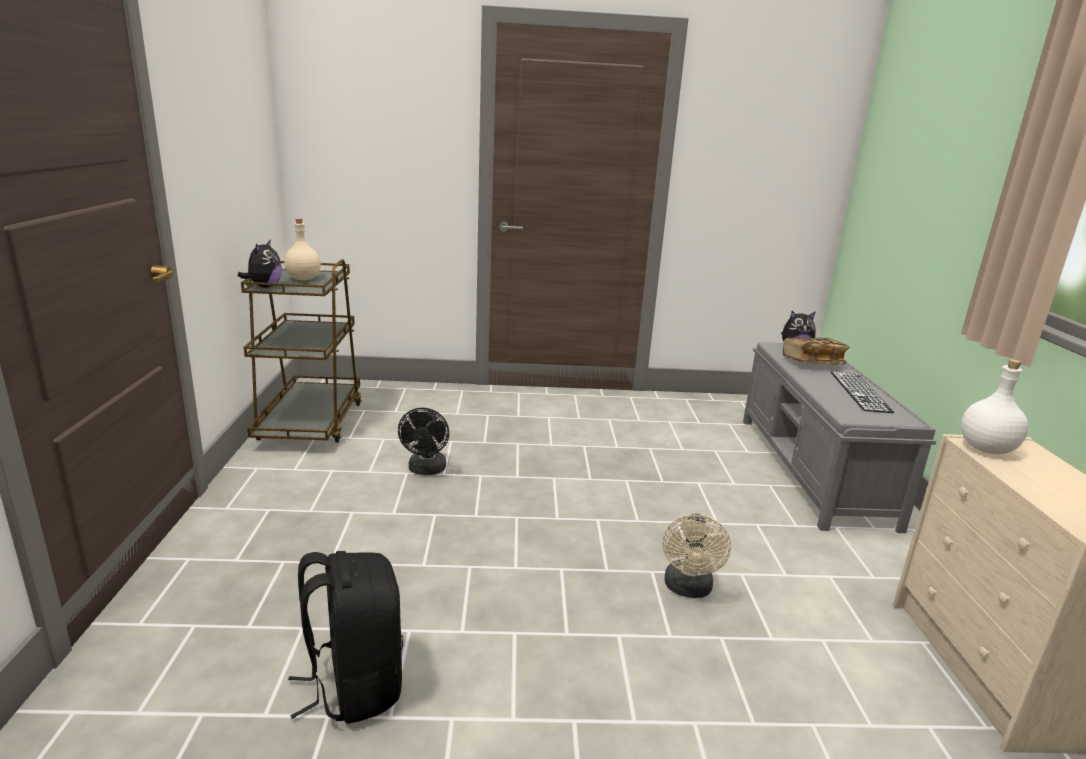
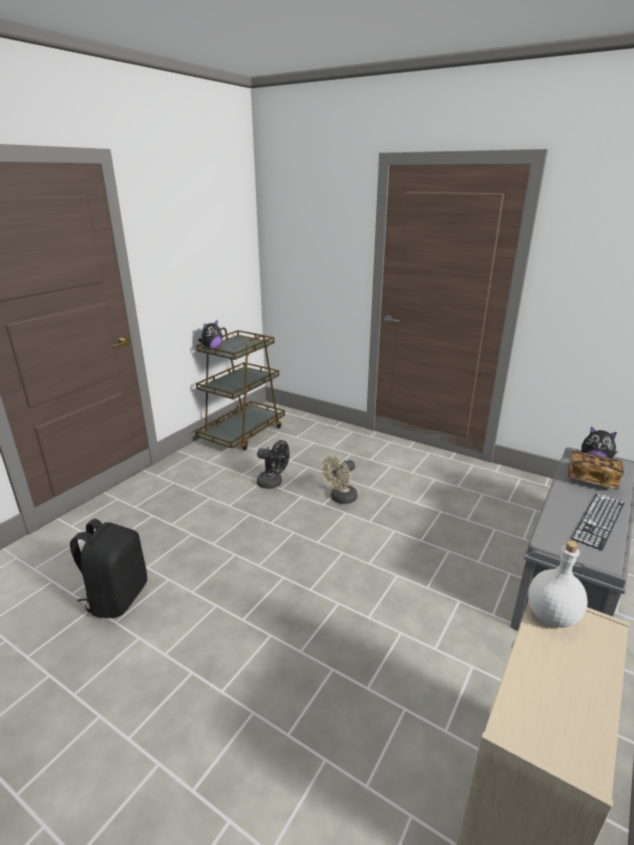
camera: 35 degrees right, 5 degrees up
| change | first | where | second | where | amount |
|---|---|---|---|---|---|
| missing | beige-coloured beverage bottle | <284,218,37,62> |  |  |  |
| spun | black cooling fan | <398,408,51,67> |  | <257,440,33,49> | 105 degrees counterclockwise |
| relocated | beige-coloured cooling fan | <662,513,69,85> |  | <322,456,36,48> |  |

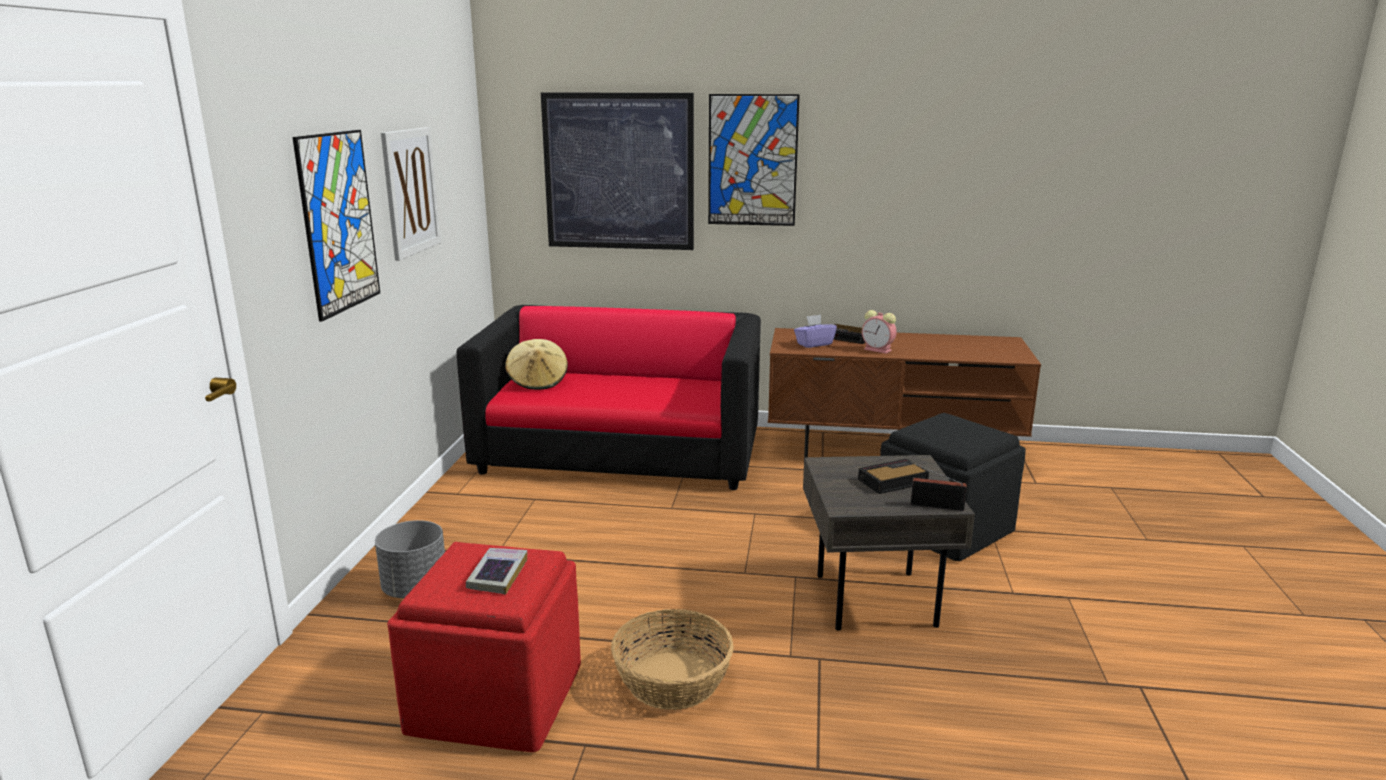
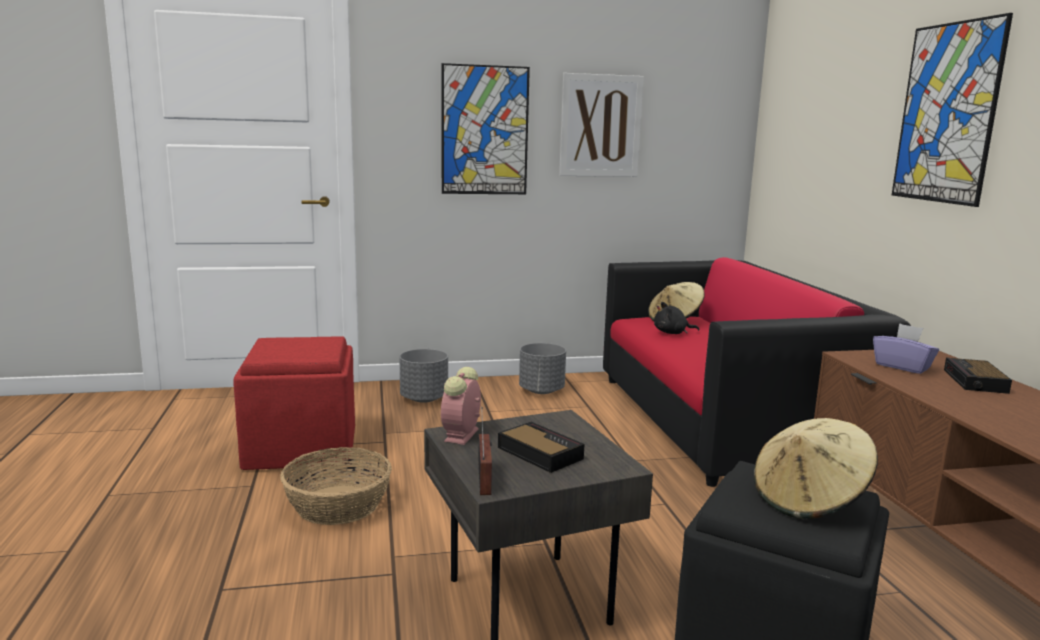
camera: 70 degrees right, 5 degrees down
| change | first | where | second | where | amount |
|---|---|---|---|---|---|
| missing | wall picture | <541,92,153,158> |  |  |  |
| relocated | bedside clock | <862,310,35,44> |  | <441,367,40,78> |  |
| missing | bound book | <466,548,61,46> |  |  |  |
| appeared |  |  | black plush toy | <654,302,45,32> |  |
| appeared |  |  | grey planter | <519,343,47,51> |  |
| appeared |  |  | beige-coloured hat | <754,418,124,101> |  |

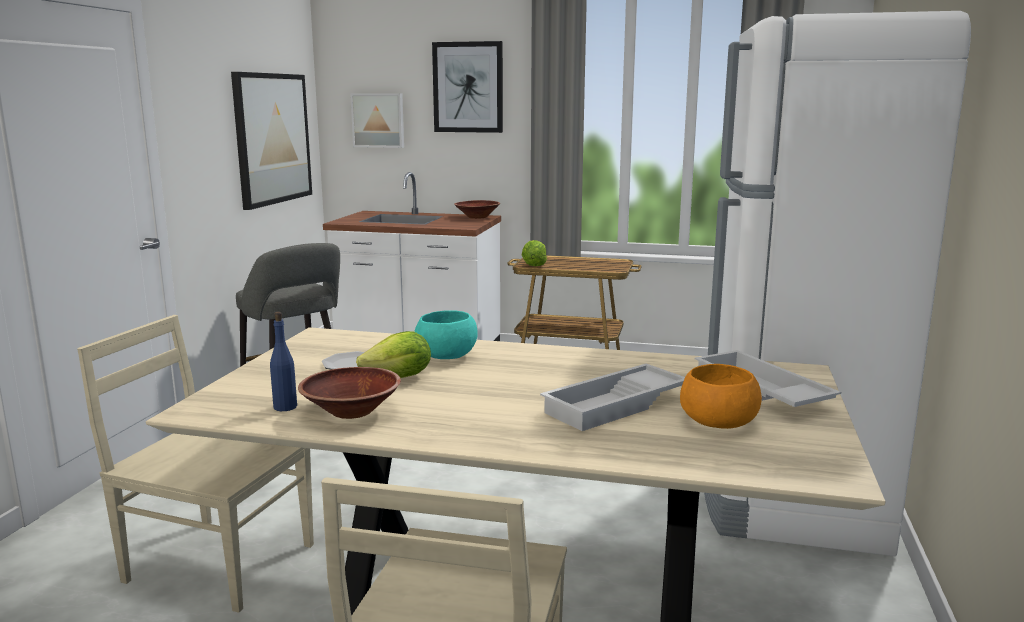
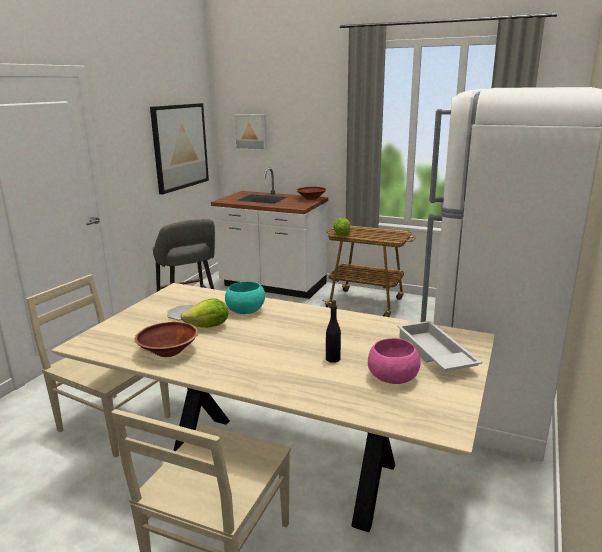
camera: 10 degrees right, 5 degrees up
| change | first | where | second | where | amount |
|---|---|---|---|---|---|
| missing | wall picture | <432,41,71,92> |  |  |  |
| missing | blue beverage bottle | <270,312,27,99> |  |  |  |
| exchanged | whitish serving tray | <540,364,145,67> | black beverage bottle | <326,300,15,63> |  |
| colour | orange serving bowl | <680,364,82,65> | pink-coloured serving bowl | <368,338,53,46> |  |

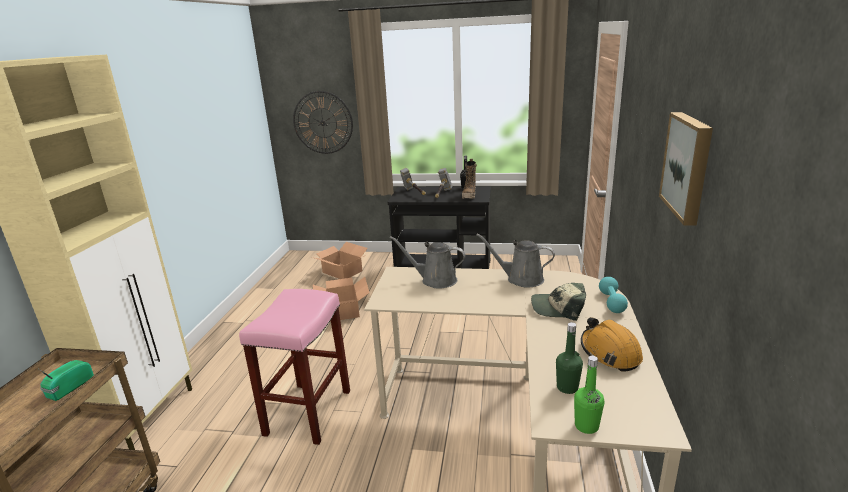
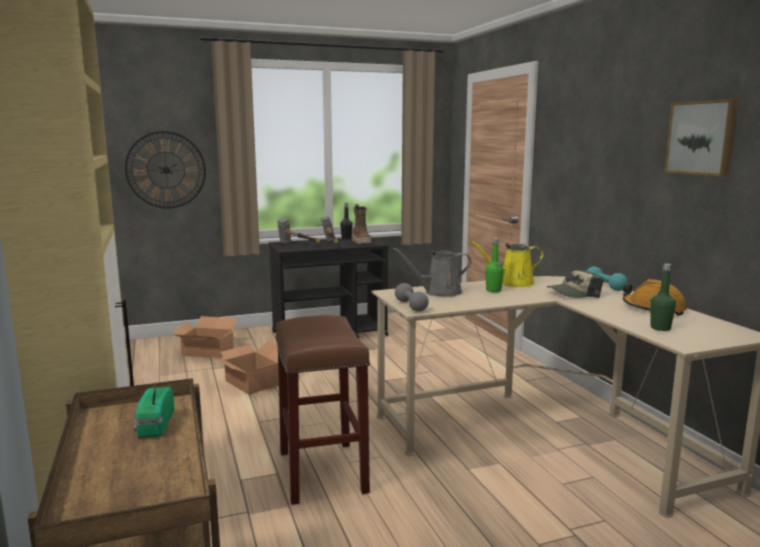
camera: 30 degrees left, 10 degrees down
| change | first | where | second | where | amount |
|---|---|---|---|---|---|
| colour | grey watering can | <476,234,79,53> | yellow watering can | <471,241,73,46> |  |
| colour | pink-coloured sitting stool | <239,289,111,156> | brown-coloured sitting stool | <275,315,95,190> |  |
| relocated | green beverage bottle | <574,356,30,78> |  | <485,238,19,54> |  |
| appeared |  |  | grey free weight | <395,283,34,29> |  |

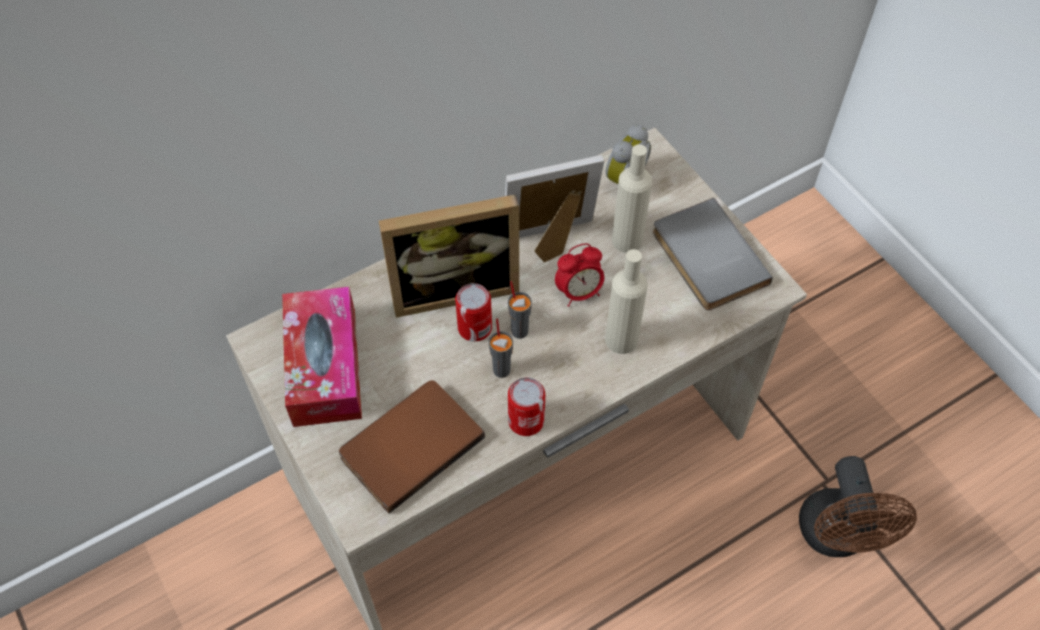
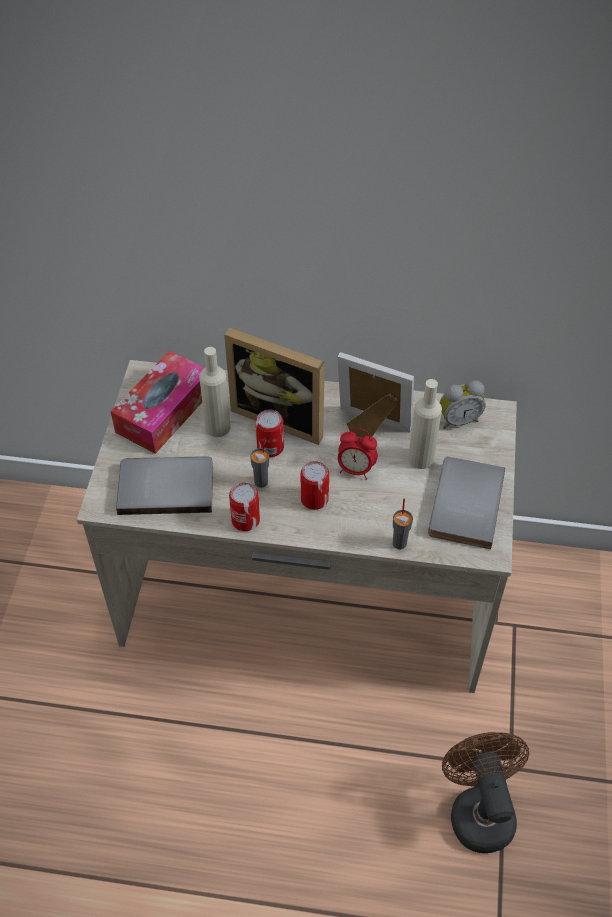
camera: 40 degrees right, 5 degrees down
| change | first | where | second | where | amount |
|---|---|---|---|---|---|
| relocated | beige-coloured beverage bottle | <605,249,43,105> |  | <199,347,32,90> |  |
| relocated | grey drinking cup | <508,281,24,58> |  | <393,499,20,50> |  |
| colour | brown-coloured bound book | <339,380,146,134> | grey bound book | <116,456,97,59> |  |
| spun | brown-coloured cooling fan | <799,456,118,101> |  | <442,732,87,121> | 135 degrees clockwise |
| appeared |  |  | can | <301,461,28,49> |  |

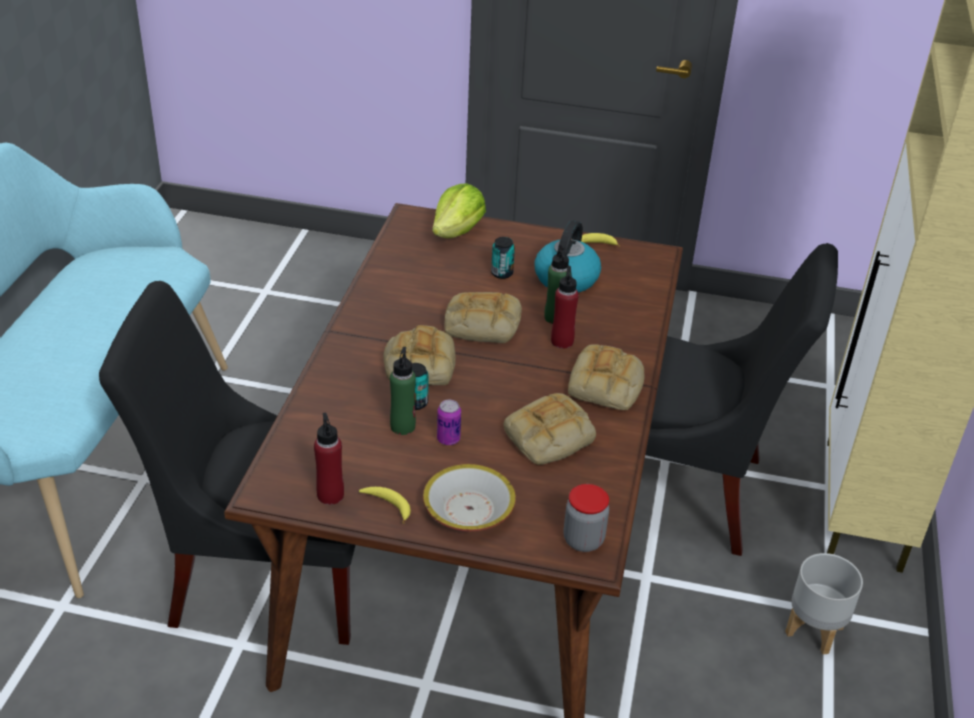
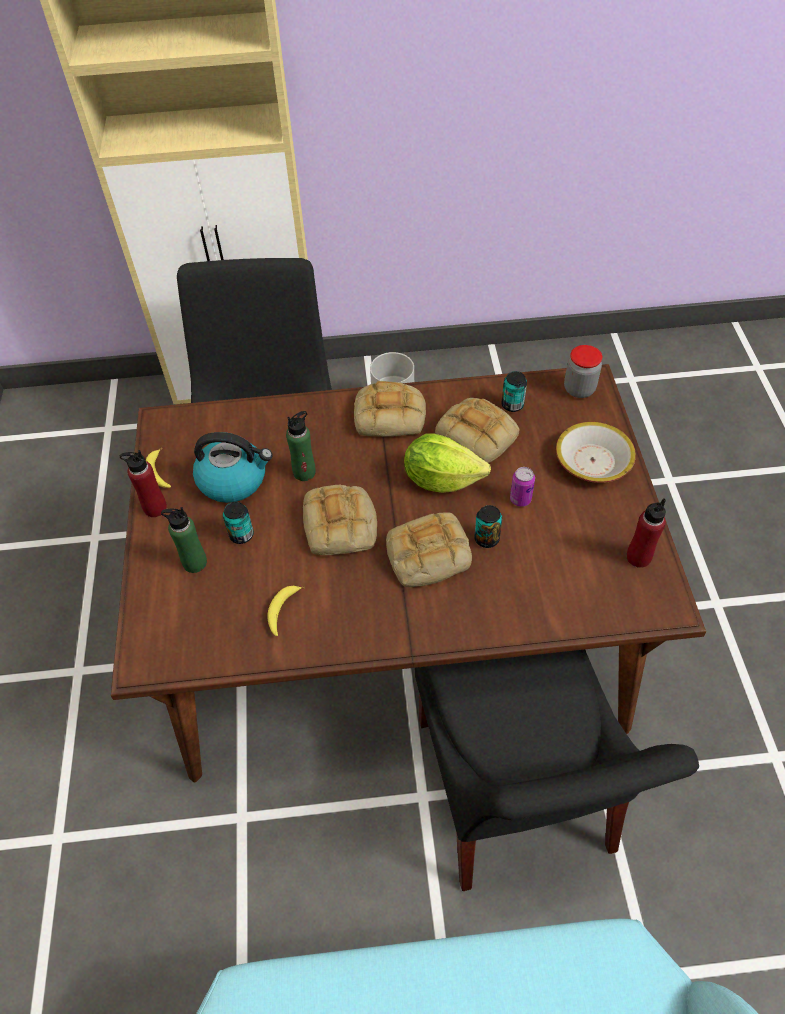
camera: 105 degrees left, 15 degrees up
| change | first | where | second | where | amount |
|---|---|---|---|---|---|
| relocated | lettuce | <432,183,54,55> |  | <404,434,87,59> |  |
| relocated | red beverage bottle | <551,266,28,82> |  | <120,450,47,67> |  |
| relocated | green beverage bottle | <390,347,26,88> |  | <161,507,46,66> |  |
| relocated | banana fruit | <359,487,52,37> |  | <267,586,37,50> |  |
| appeared |  |  | can | <502,371,25,41> |  |

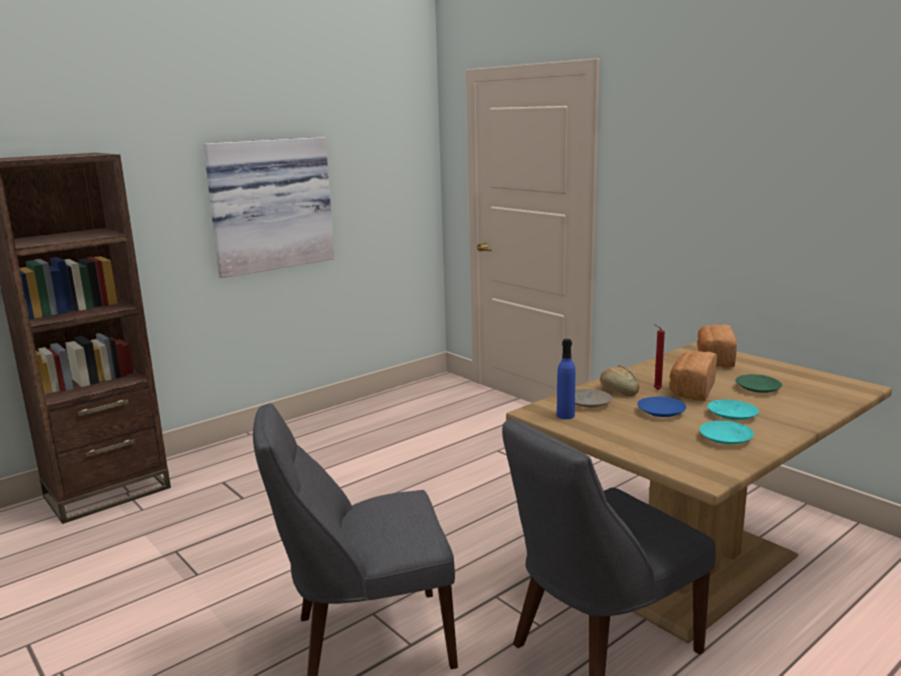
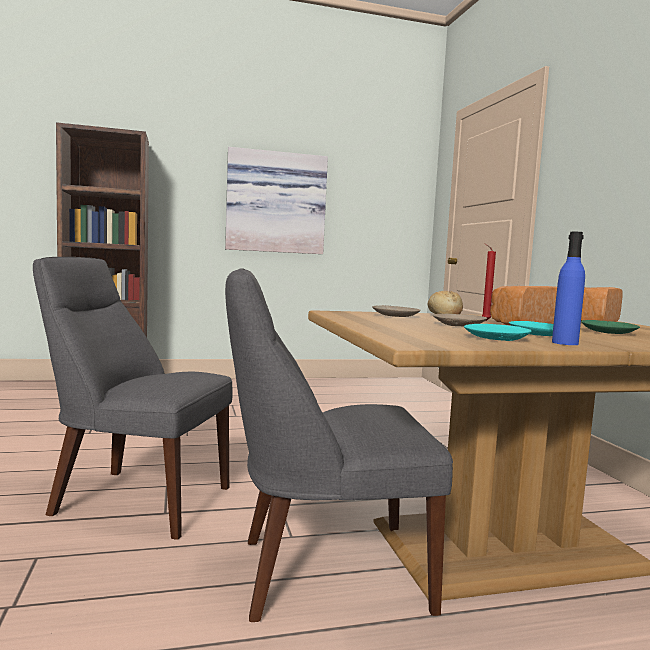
camera: 25 degrees right, 10 degrees down
| change | first | where | second | where | amount |
|---|---|---|---|---|---|
| relocated | blue beverage bottle | <557,339,18,80> |  | <552,232,33,113> |  |
| colour | blue dinner plate | <637,397,49,20> | beige-coloured dinner plate | <433,314,54,12> |  |

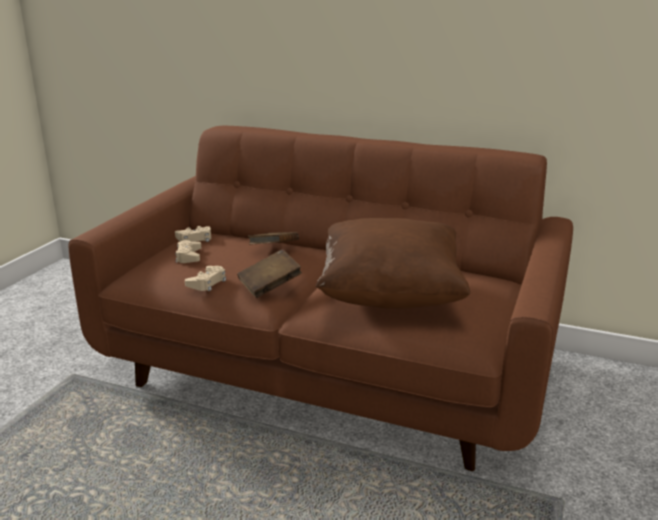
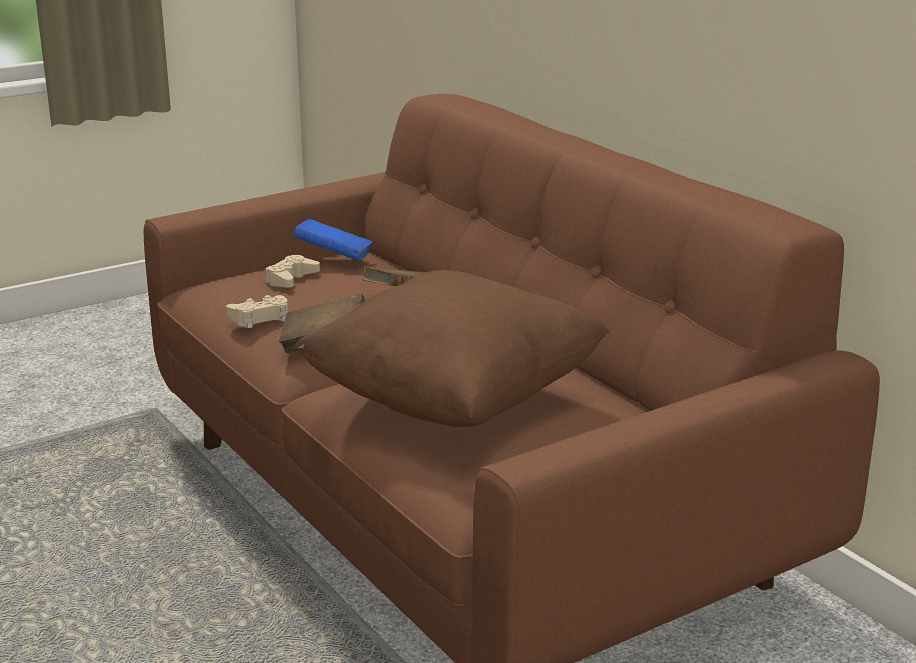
camera: 35 degrees right, 0 degrees up
| change | first | where | second | where | amount |
|---|---|---|---|---|---|
| exchanged | beige-coloured gamepad | <175,226,36,16> | blue bound book | <293,219,79,42> |  |

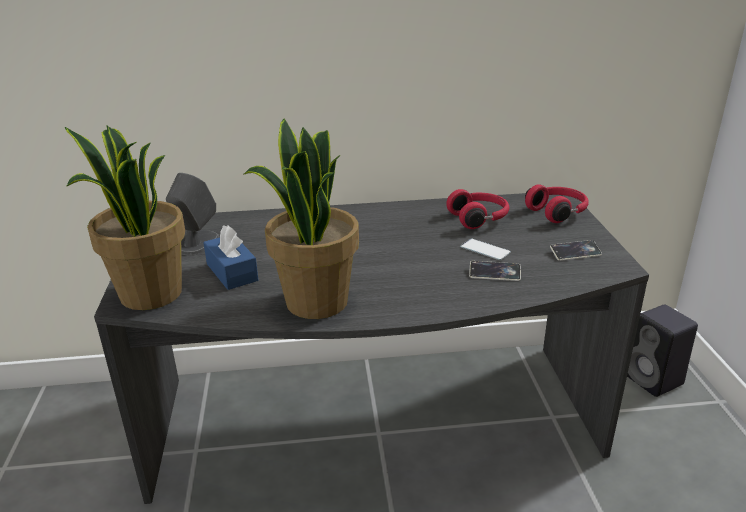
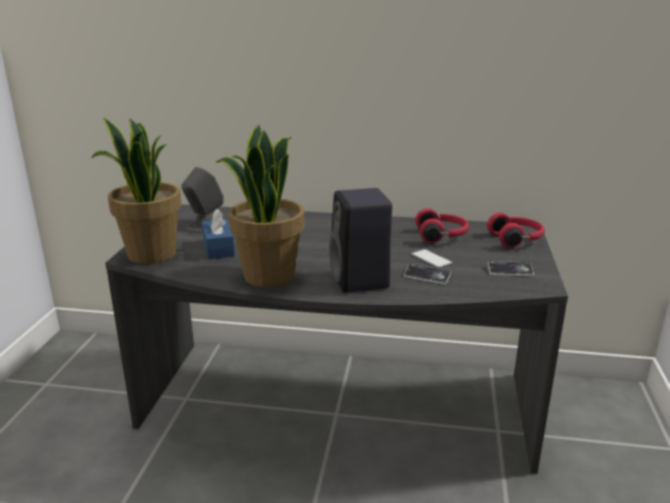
camera: 15 degrees right, 5 degrees down
| change | first | where | second | where | amount |
|---|---|---|---|---|---|
| relocated | black speaker | <627,305,71,92> |  | <329,188,63,105> |  |

